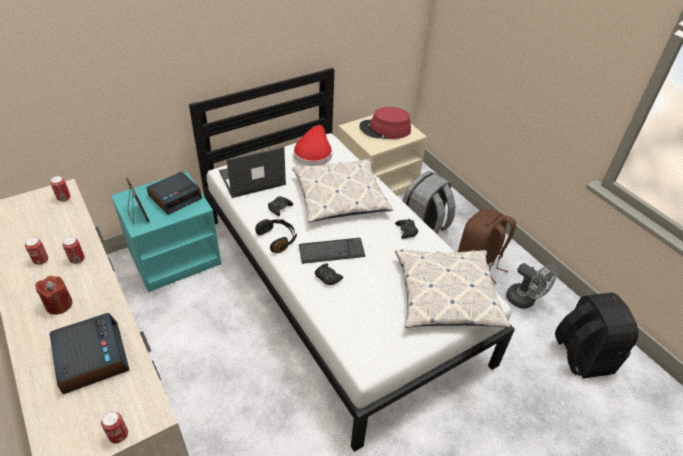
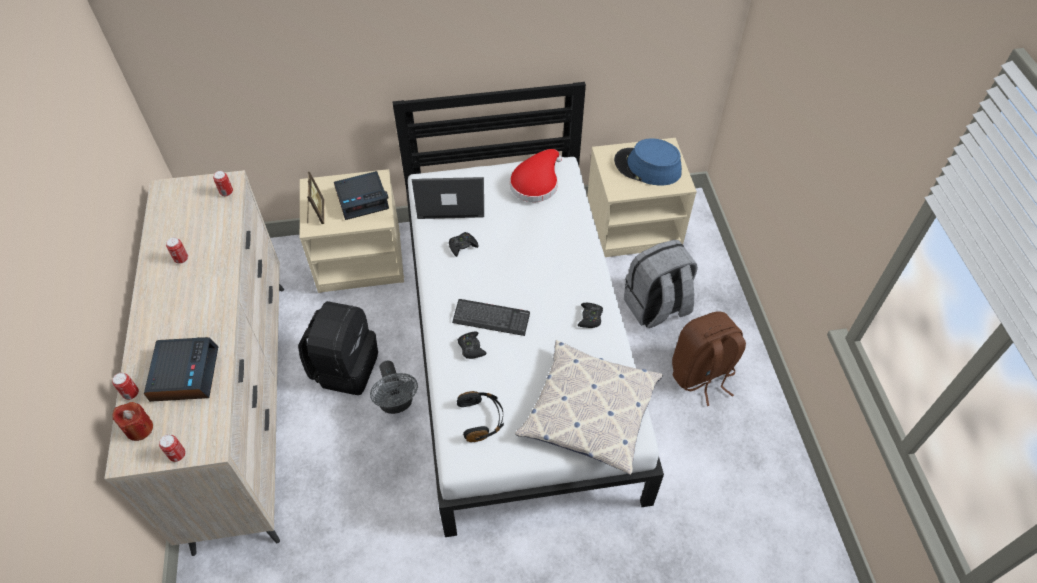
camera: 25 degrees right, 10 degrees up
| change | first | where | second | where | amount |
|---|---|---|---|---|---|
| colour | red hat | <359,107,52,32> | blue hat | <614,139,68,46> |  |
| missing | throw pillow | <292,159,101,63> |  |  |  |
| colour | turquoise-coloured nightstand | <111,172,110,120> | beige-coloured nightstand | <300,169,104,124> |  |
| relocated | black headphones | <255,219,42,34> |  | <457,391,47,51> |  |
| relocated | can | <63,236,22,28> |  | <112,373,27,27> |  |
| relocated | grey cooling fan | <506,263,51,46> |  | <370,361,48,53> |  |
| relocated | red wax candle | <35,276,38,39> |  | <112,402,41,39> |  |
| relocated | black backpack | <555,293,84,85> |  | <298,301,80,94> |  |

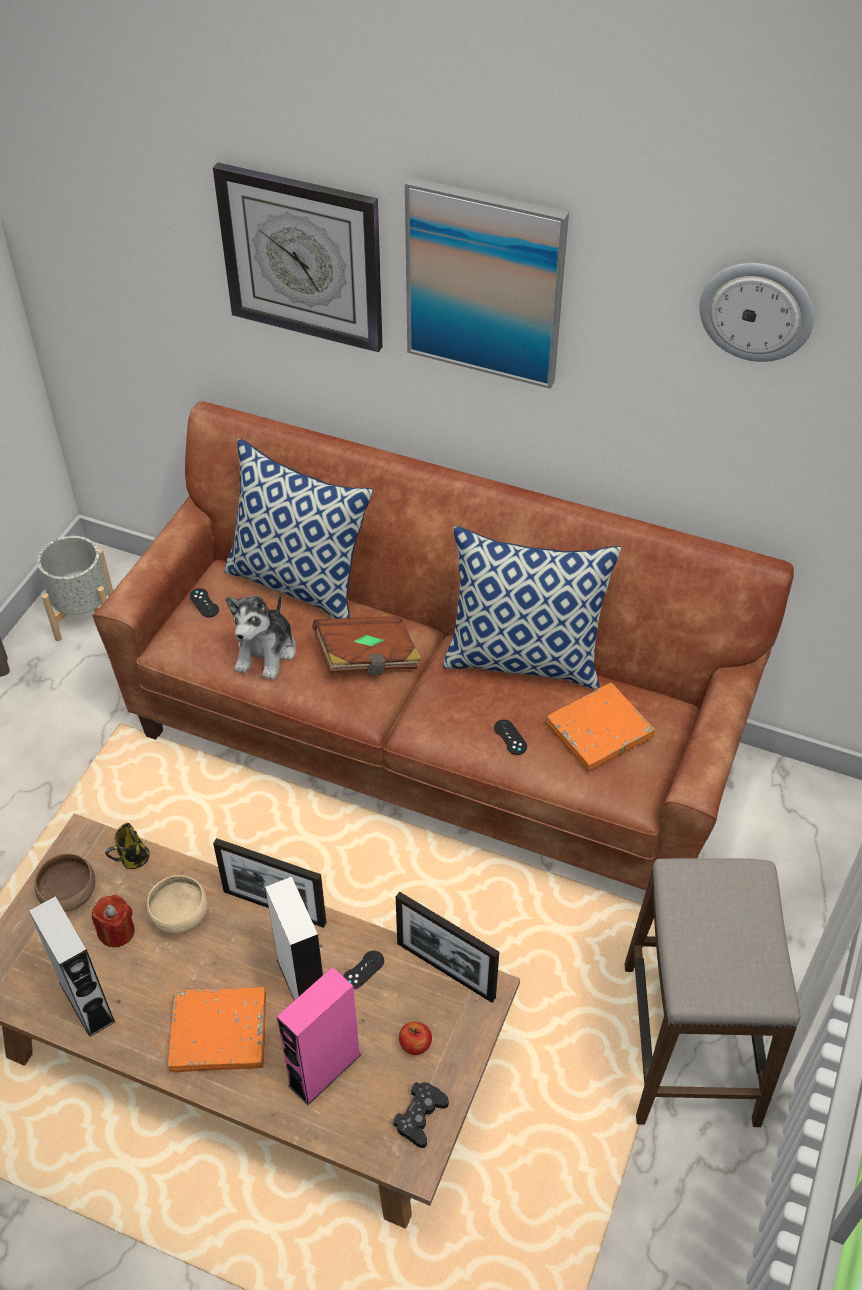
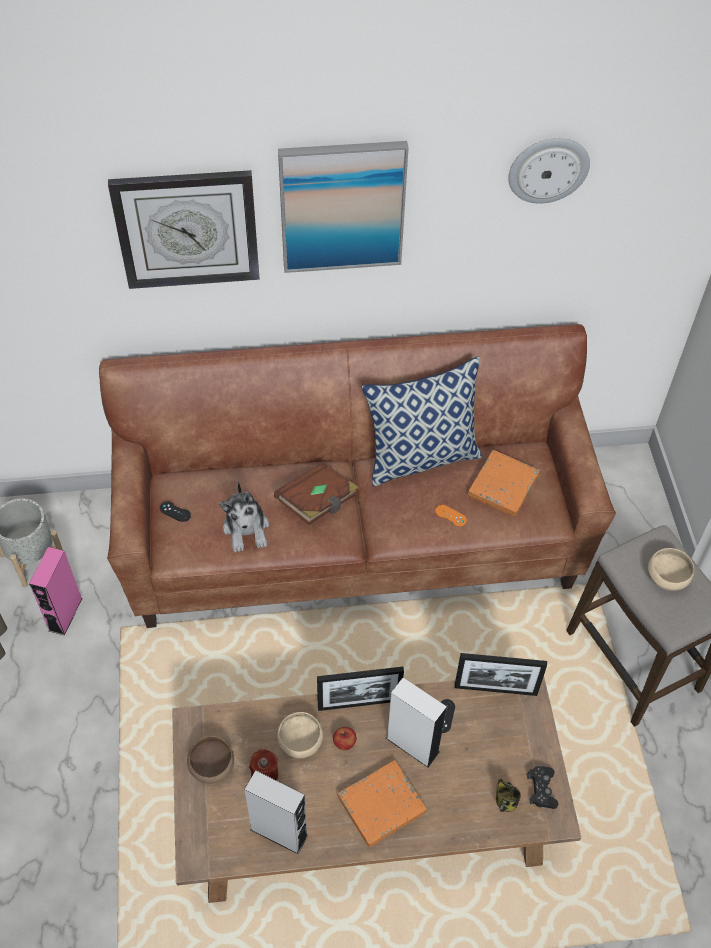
camera: 30 degrees left, 5 degrees up
| change | first | where | second | where | amount |
|---|---|---|---|---|---|
| missing | throw pillow | <224,439,149,180> |  |  |  |
| colour | black gamepad | <494,720,33,35> | orange gamepad | <435,505,32,22> |  |
| relocated | coffee mug | <105,823,45,46> |  | <496,779,25,33> |  |
| relocated | pink-coloured speaker | <277,967,84,139> |  | <29,547,53,88> |  |
| relocated | apple fruit | <399,1022,33,33> |  | <333,727,24,23> |  |
| appeared |  |  | beige-coloured serving bowl | <648,548,47,43> |  |

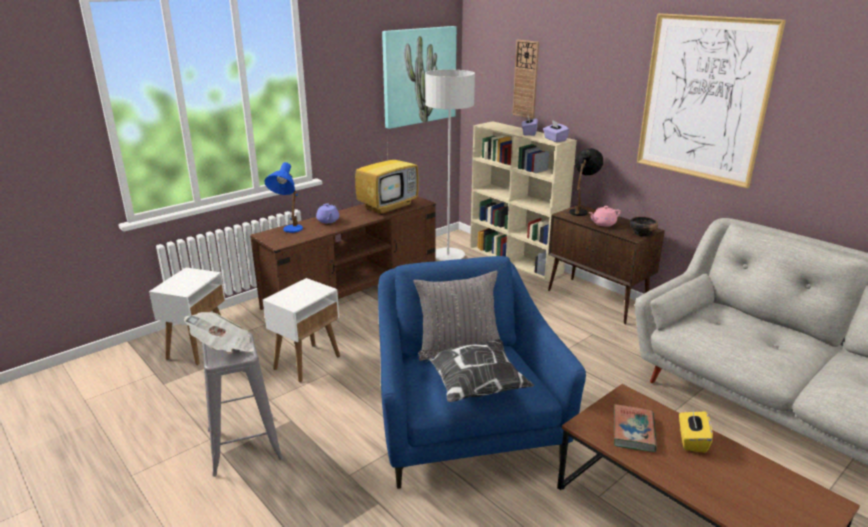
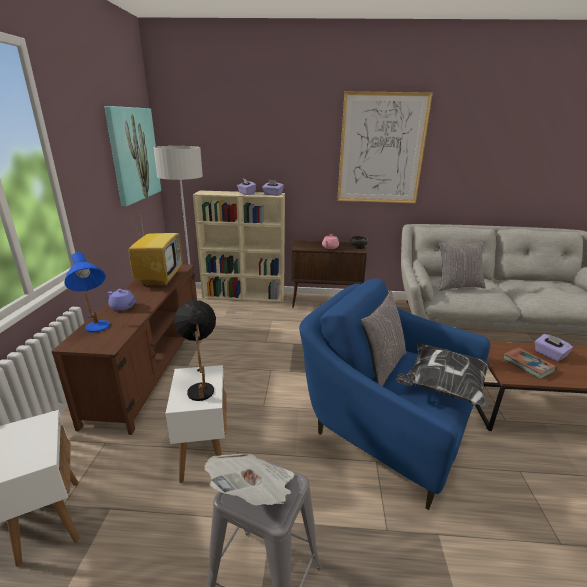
camera: 45 degrees left, 0 degrees up
| change | first | where | second | where | amount |
|---|---|---|---|---|---|
| missing | hanging clock | <512,40,27,79> |  |  |  |
| relocated | black tabletop lamp | <569,148,34,68> |  | <174,300,42,101> |  |
| colour | yellow tissue holder | <679,412,34,41> | purple-coloured tissue holder | <535,334,38,27> |  |
| appeared |  |  | grey throw pillow | <439,240,47,51> |  |

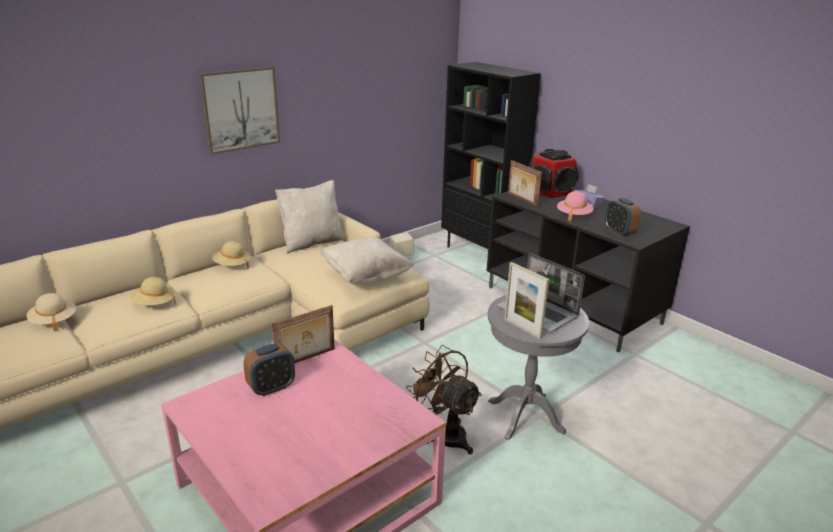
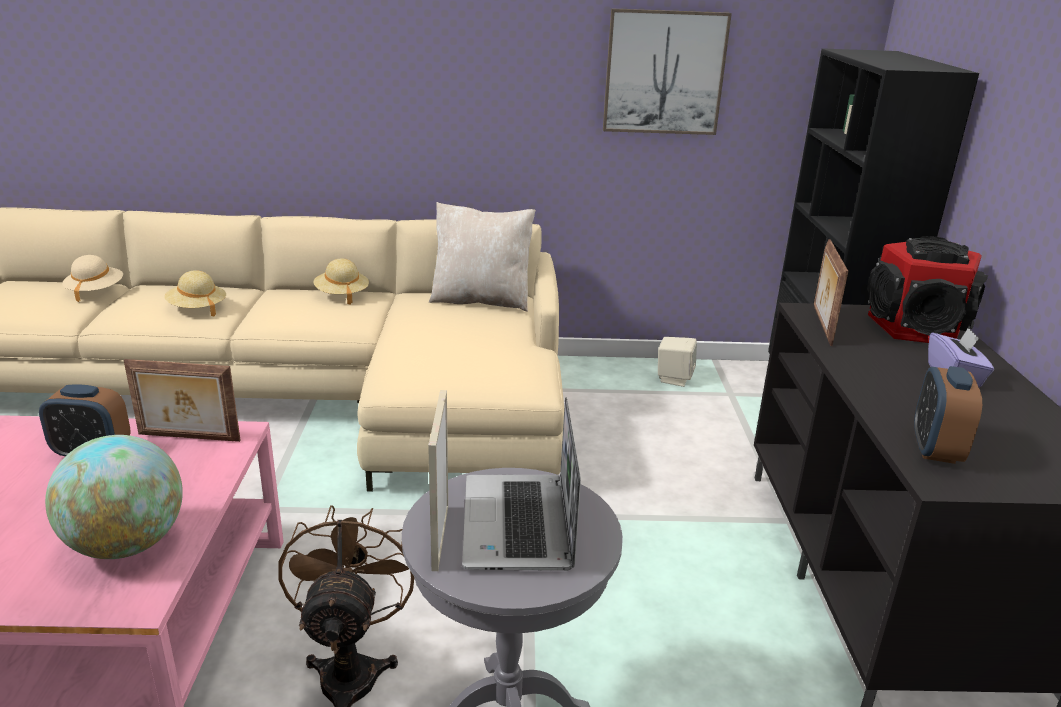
camera: 40 degrees right, 0 degrees up
| change | first | where | second | where | amount |
|---|---|---|---|---|---|
| relocated | wall picture | <199,67,81,88> |  | <603,8,129,127> |  |
| missing | pink-coloured hat | <557,191,36,30> |  |  |  |
| missing | beige-coloured throw pillow | <320,238,94,47> |  |  |  |
| appeared |  |  | world globe | <45,435,138,124> |  |

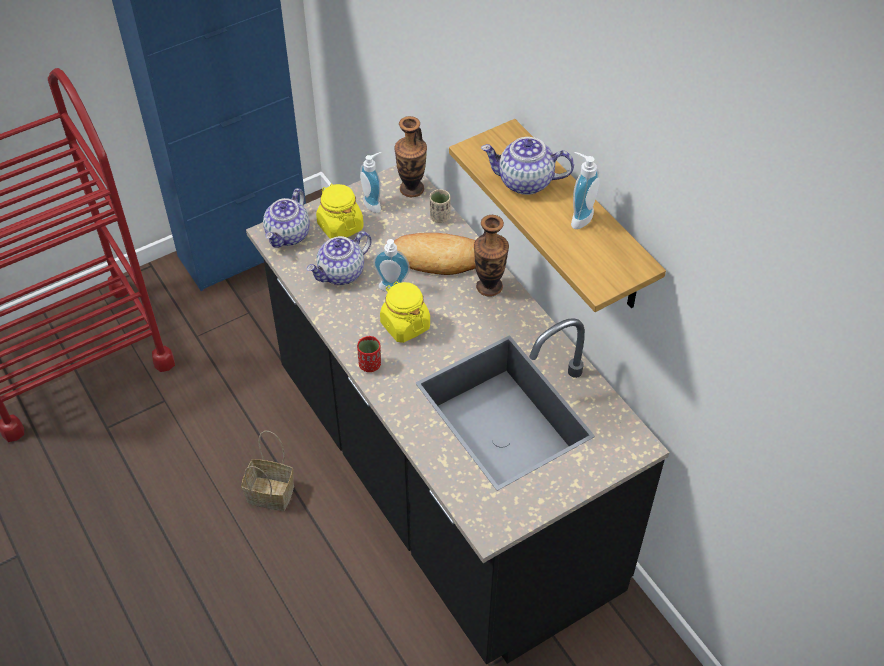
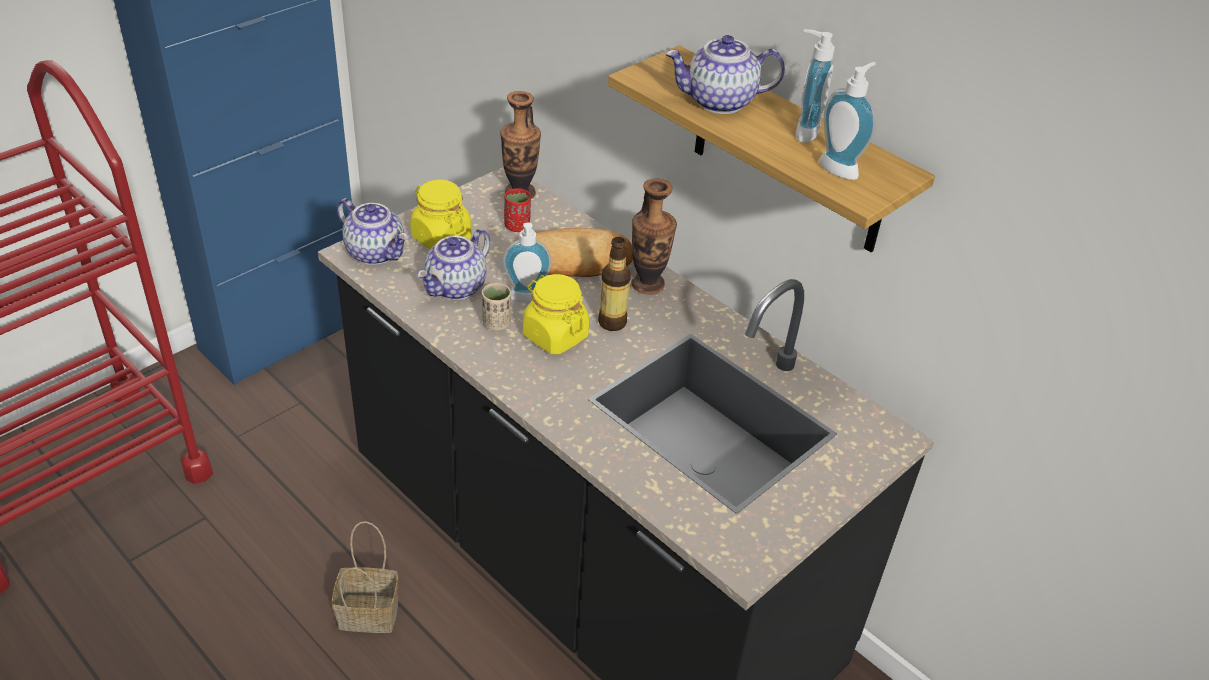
camera: 15 degrees left, 10 degrees down
| change | first | where | second | where | amount |
|---|---|---|---|---|---|
| relocated | soap dispenser | <360,152,21,61> |  | <819,62,57,118> |  |
| spun | teapot | <263,188,47,60> |  | <337,198,71,67> | 60 degrees counterclockwise |
| relocated | beige-coloured drinking cup | <430,189,20,34> |  | <482,283,29,48> |  |
| relocated | red drinking cup | <357,336,24,36> |  | <504,188,27,44> |  |
| appeared |  |  | beverage bottle | <598,237,33,94> |  |

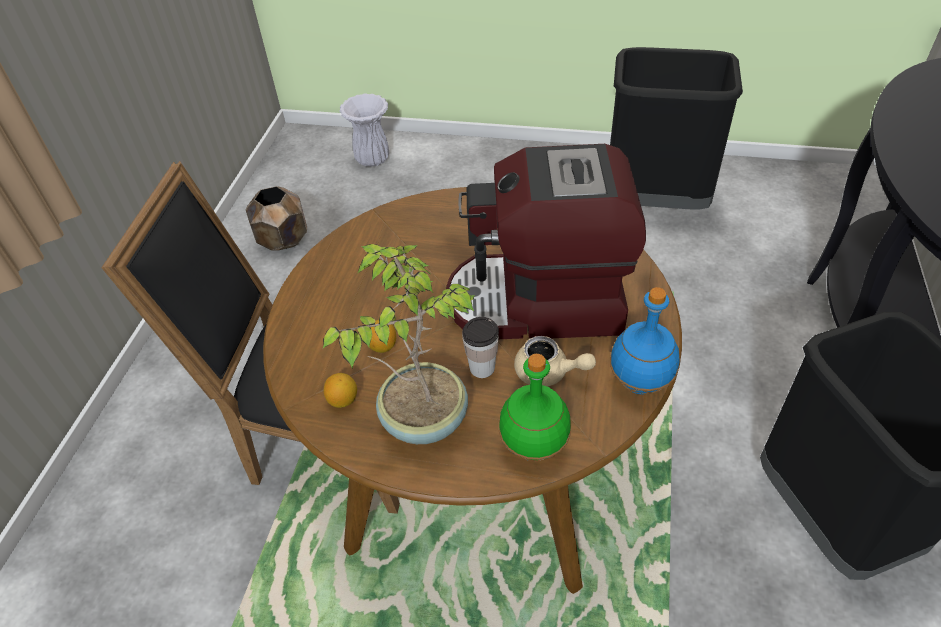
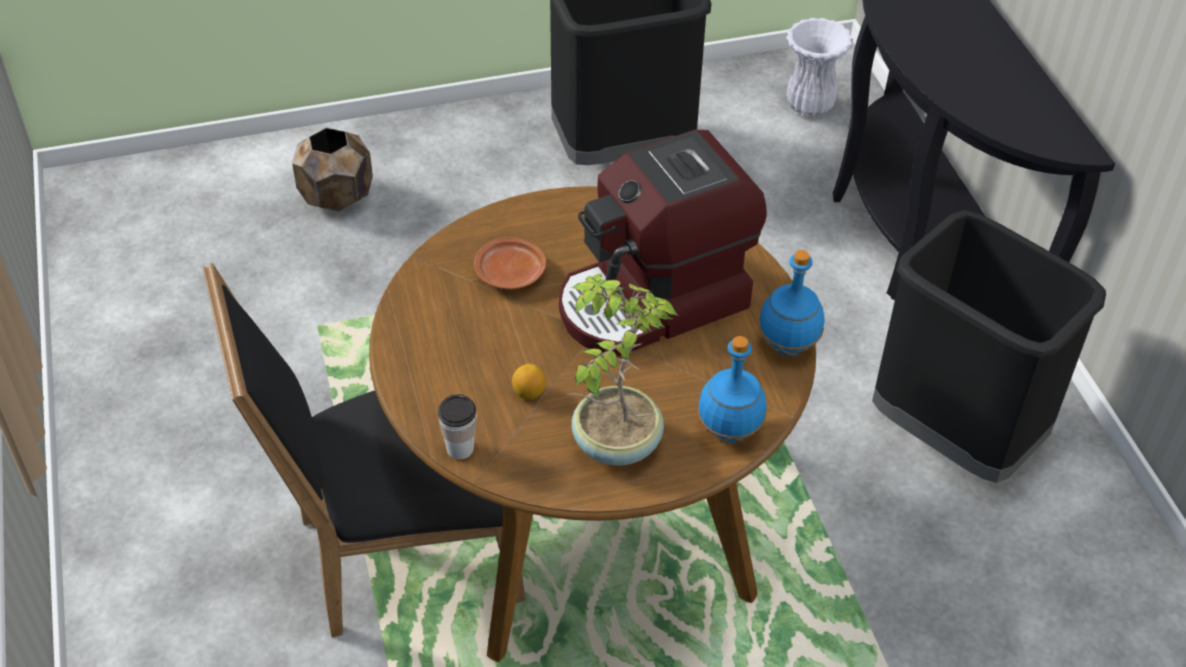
camera: 30 degrees left, 0 degrees up
| change | first | where | second | where | amount |
|---|---|---|---|---|---|
| relocated | whitish decorative vase | <340,94,49,73> |  | <786,18,67,99> |  |
| relocated | brown-coloured planter | <246,186,61,65> |  | <292,128,81,84> |  |
| relocated | drinking cup | <462,317,37,61> |  | <438,394,39,66> |  |
| missing | beige-coloured teapot | <514,336,82,50> |  |  |  |
| colour | green beverage bottle | <499,354,72,108> | blue beverage bottle | <697,336,70,107> |  |
| missing | whole lemon | <324,373,33,35> |  |  |  |
| appeared |  |  | brown-coloured dinner plate | <474,237,73,53> |  |

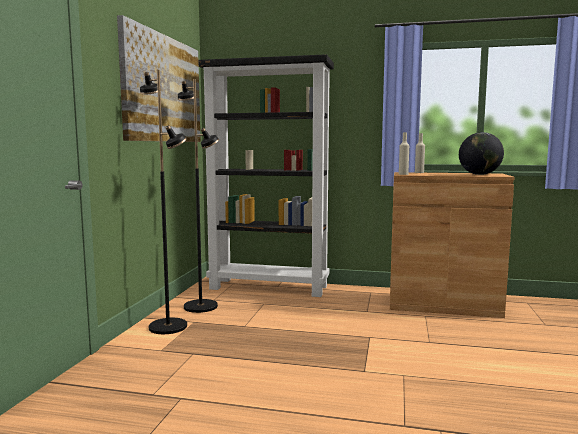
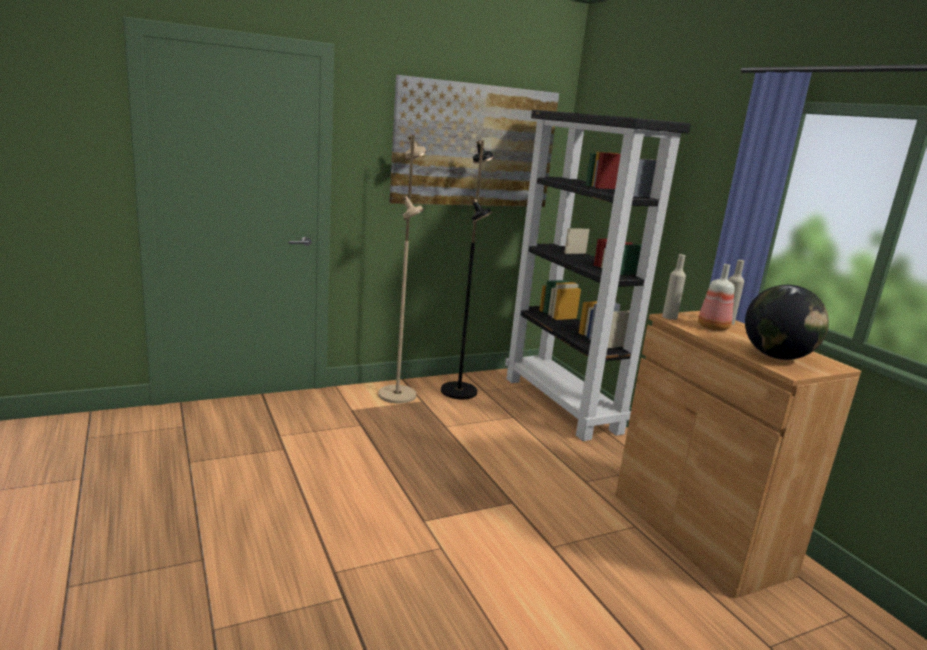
camera: 50 degrees right, 10 degrees up
| change | first | where | second | where | amount |
|---|---|---|---|---|---|
| colour | black floor lamp | <140,70,47,264> | beige-coloured floor lamp | <378,135,49,269> |  |
| appeared |  |  | beverage bottle | <698,264,36,67> |  |

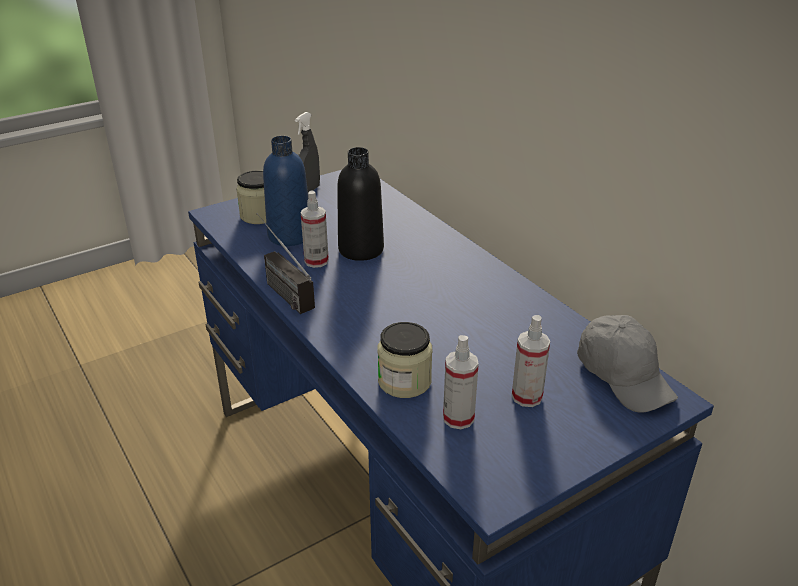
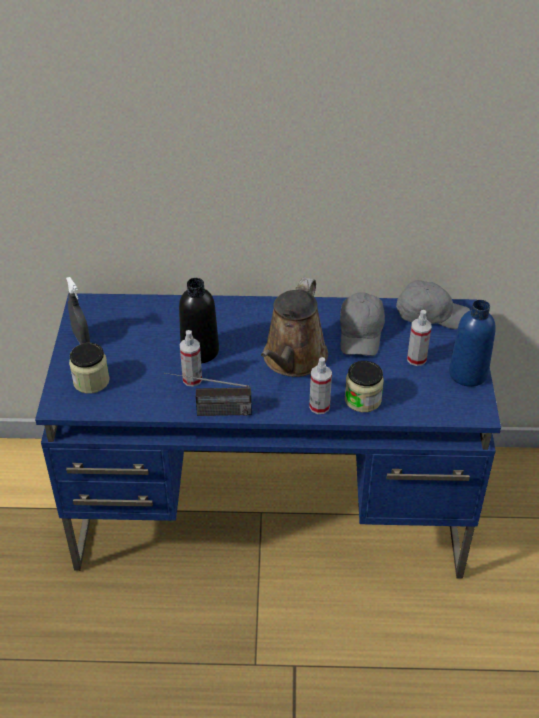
camera: 55 degrees left, 10 degrees up
| change | first | where | second | where | amount |
|---|---|---|---|---|---|
| relocated | blue beverage bottle | <263,136,45,110> |  | <449,300,47,87> |  |
| relocated | hand sprayer | <443,335,36,94> |  | <309,357,23,57> |  |
| appeared |  |  | brown-coloured watering can | <261,277,67,100> |  |
| appeared |  |  | grey baseball cap | <340,292,45,64> |  |

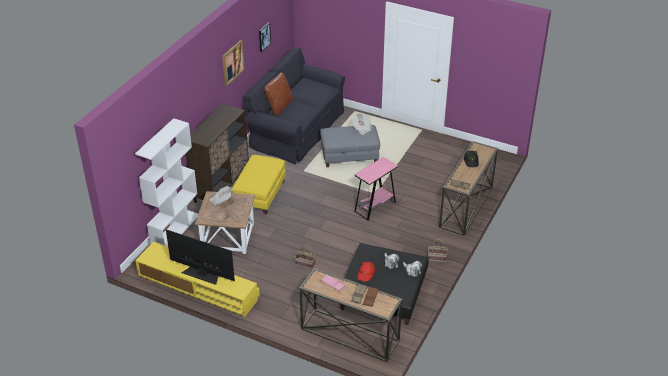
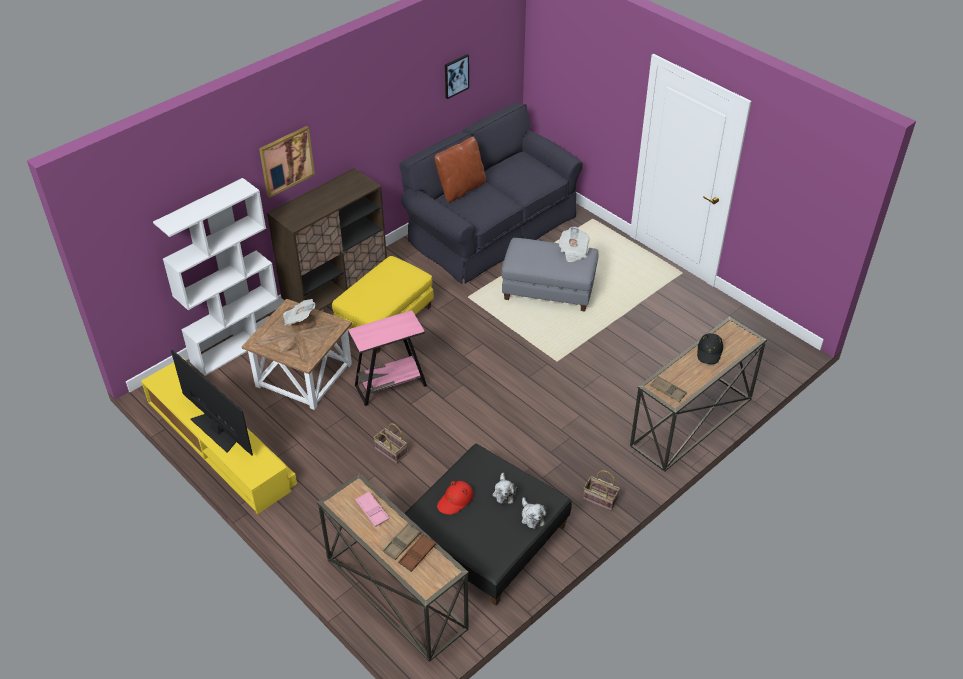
camera: 20 degrees right, 5 degrees up
| change | first | where | second | where | amount |
|---|---|---|---|---|---|
| relocated | wall picture | <222,40,23,46> |  | <259,126,56,72> |  |
| relocated | pink-coloured accent table | <354,157,44,64> |  | <348,310,79,96> |  |

